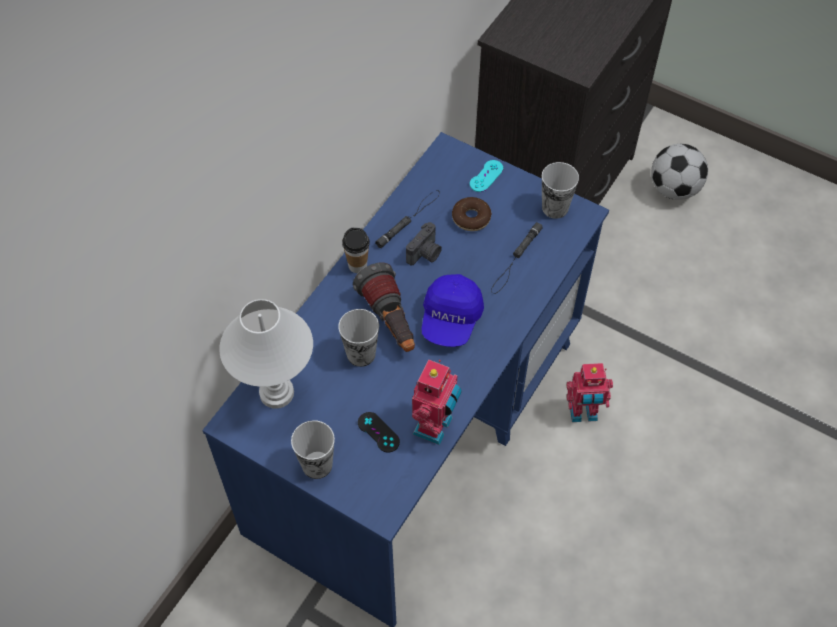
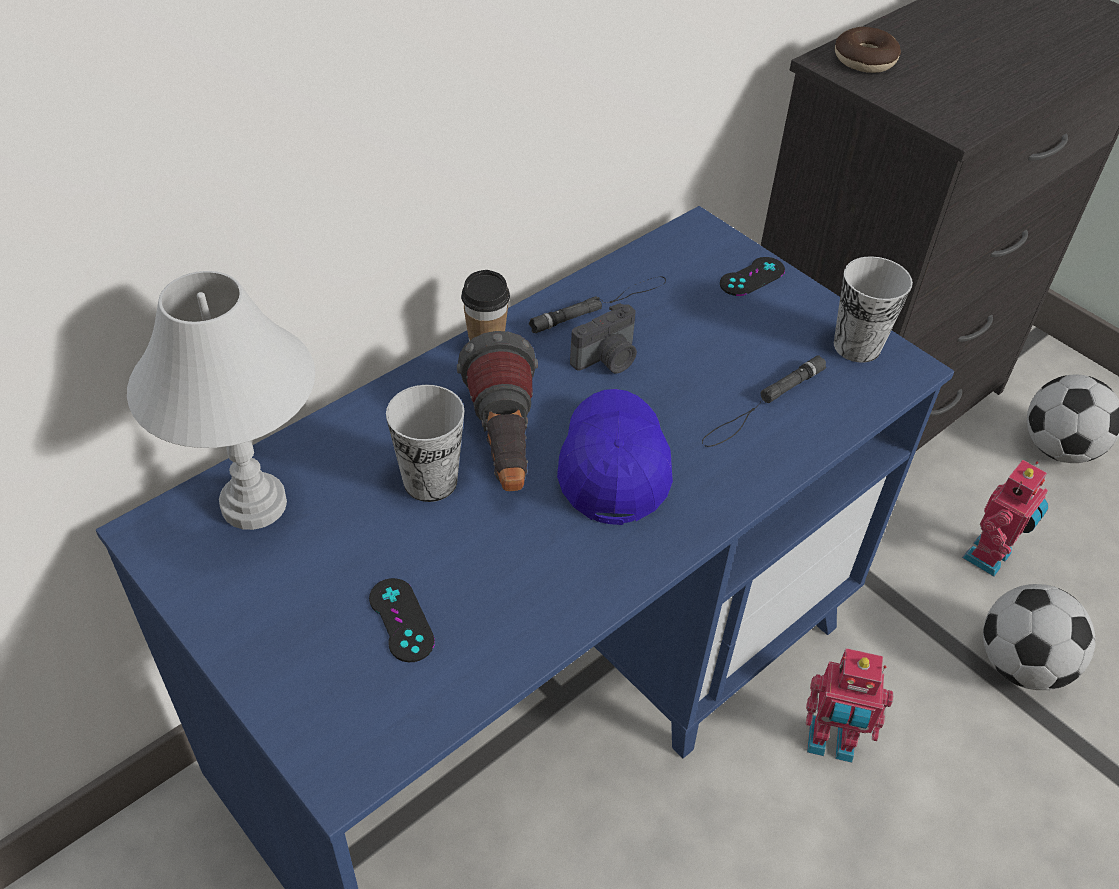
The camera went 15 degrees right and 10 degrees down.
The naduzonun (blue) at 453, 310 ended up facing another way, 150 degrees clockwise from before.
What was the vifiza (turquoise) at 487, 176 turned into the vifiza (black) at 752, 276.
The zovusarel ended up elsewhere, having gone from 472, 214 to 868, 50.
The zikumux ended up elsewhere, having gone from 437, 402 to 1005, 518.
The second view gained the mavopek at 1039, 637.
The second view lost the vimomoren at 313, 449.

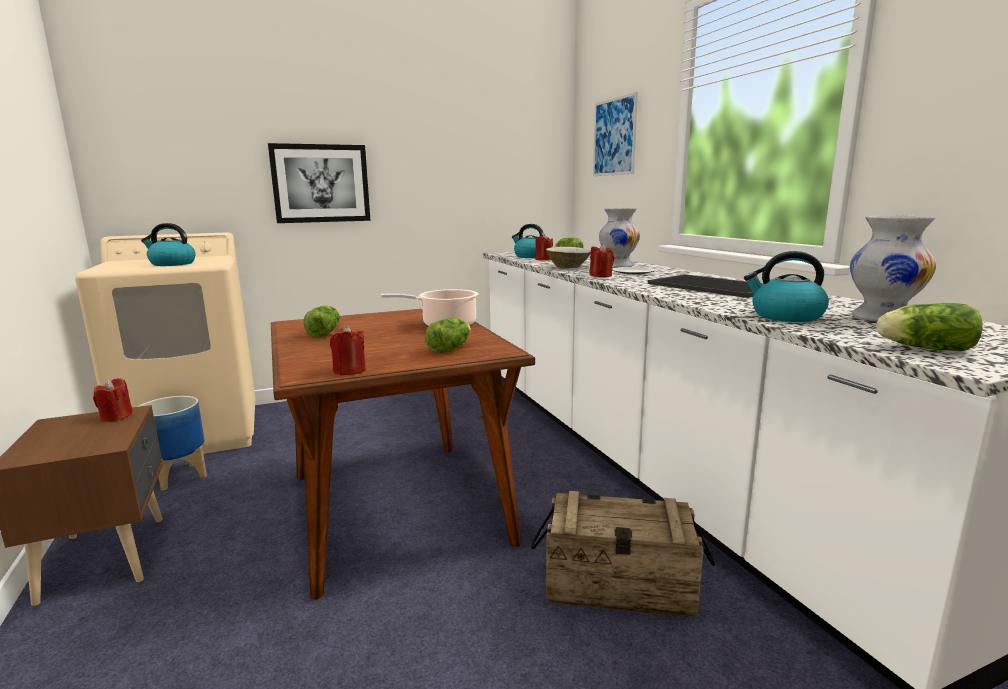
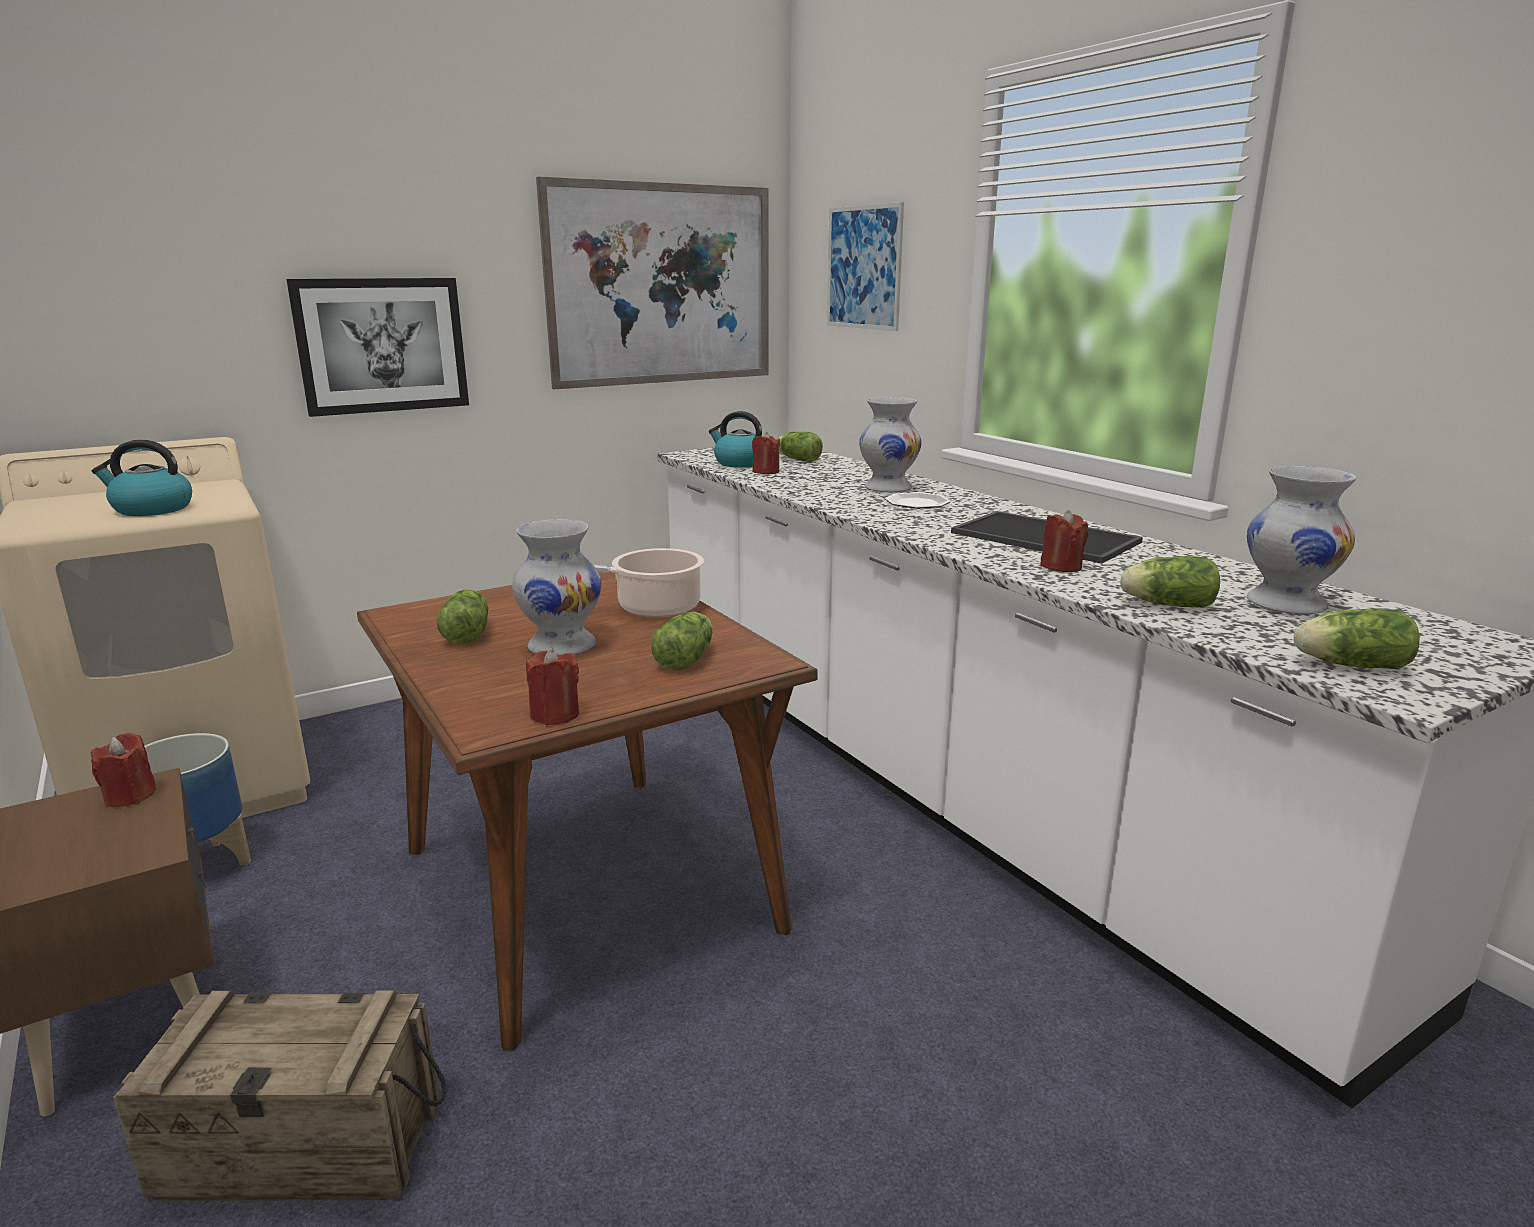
The camera went 10 degrees left and 5 degrees up.
The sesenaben ended up elsewhere, having gone from 623, 554 to 280, 1095.
The second view gained the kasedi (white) at 557, 587.
The second view gained the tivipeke at 652, 283.
The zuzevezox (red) ended up elsewhere, having gone from 601, 260 to 1064, 541.
Where the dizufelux stood at 786, 286, the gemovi came to stand at 1170, 582.
The second view lost the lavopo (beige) at 568, 257.

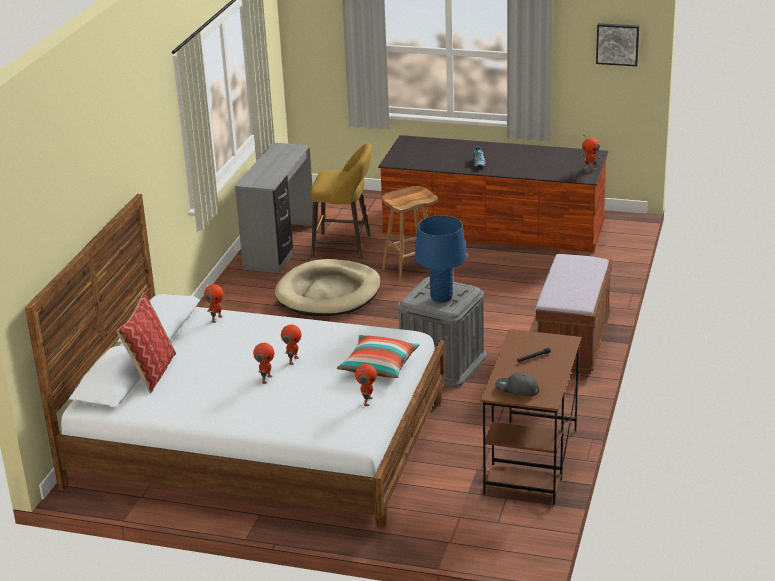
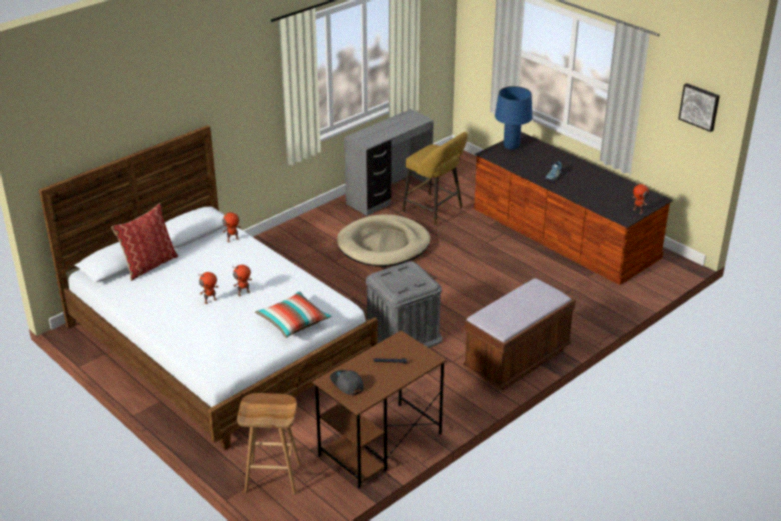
The camera went 30 degrees right and 5 degrees up.
The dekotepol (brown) ended up elsewhere, having gone from 410, 235 to 269, 443.
The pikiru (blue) ended up elsewhere, having gone from 441, 258 to 513, 118.
The second view lost the zikumux at 366, 385.

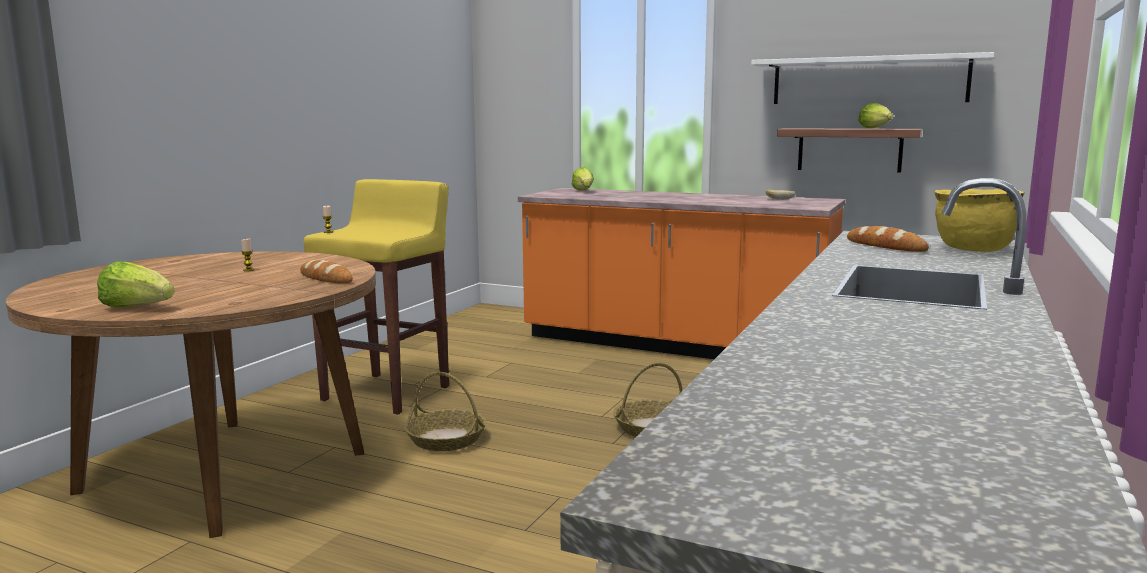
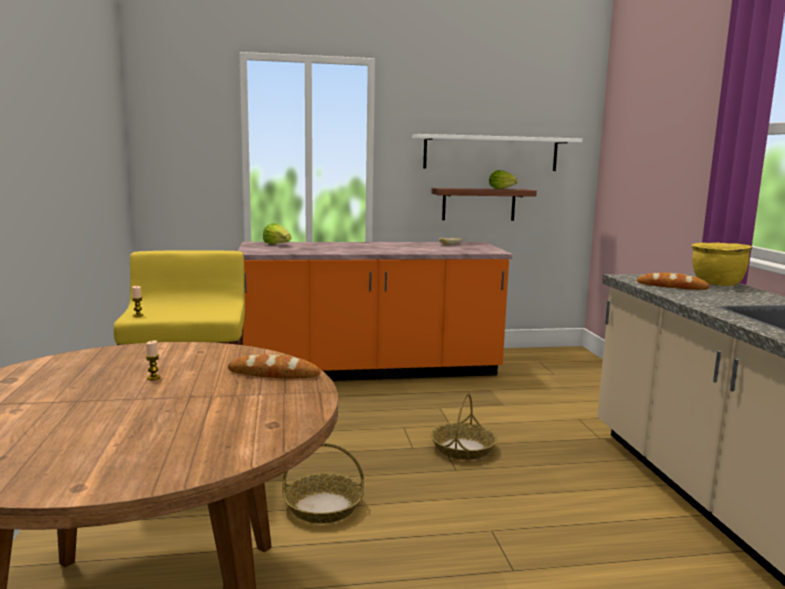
The camera went 35 degrees left and 0 degrees up.
The second view lost the gemovi at 136, 284.

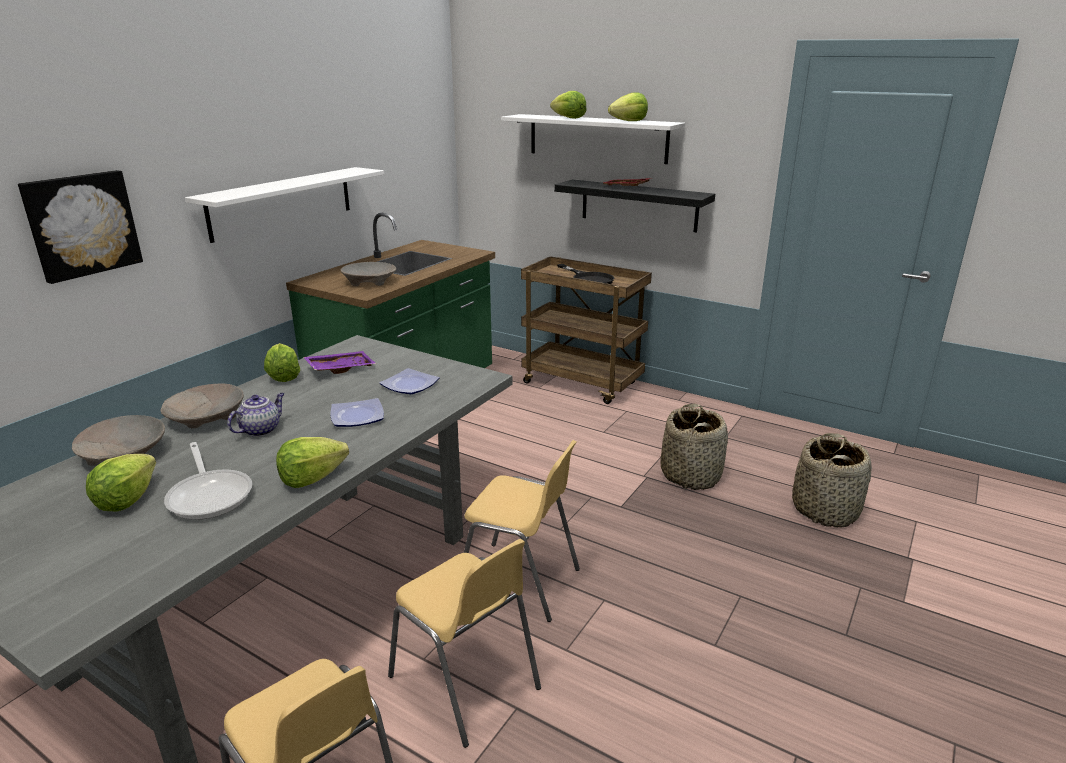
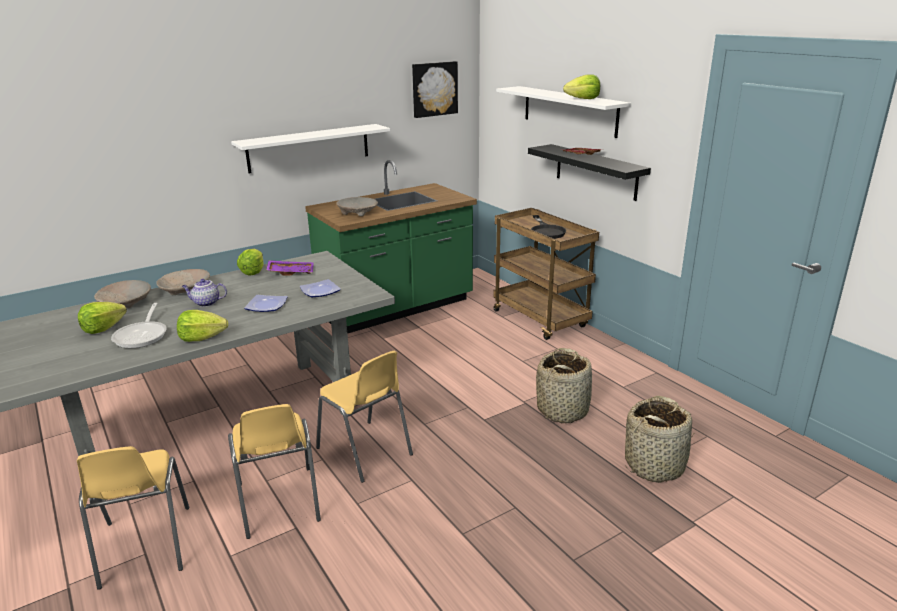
The camera went 25 degrees right and 0 degrees up.
The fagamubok at 255, 415 ended up facing another way, 150 degrees counterclockwise from before.
The tivipeke ended up elsewhere, having gone from 80, 227 to 435, 89.
The second view lost the gemovi at 568, 105.

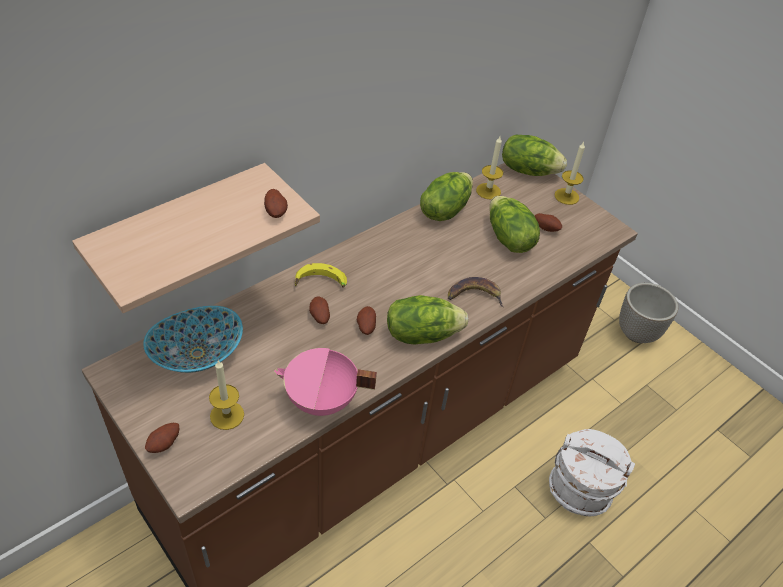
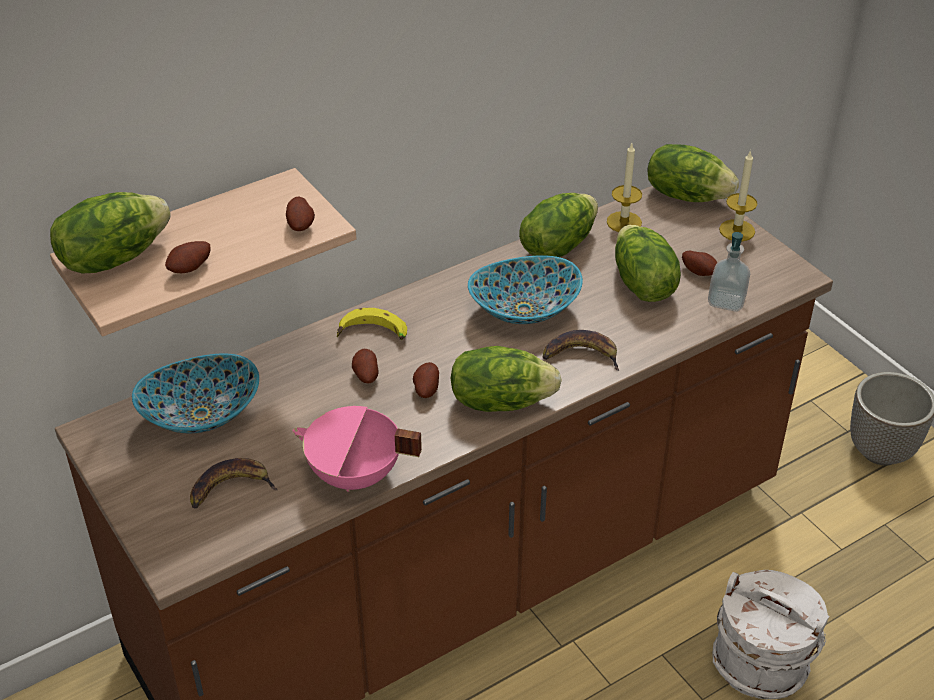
The camera went 10 degrees right and 5 degrees down.
The second view gained the gemovi at 110, 233.
The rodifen ended up elsewhere, having gone from 162, 438 to 187, 257.
Where the zuzevezox stood at 226, 395, the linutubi came to stand at 234, 483.
The second view gained the lavopo at 525, 289.
The second view gained the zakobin at 729, 271.

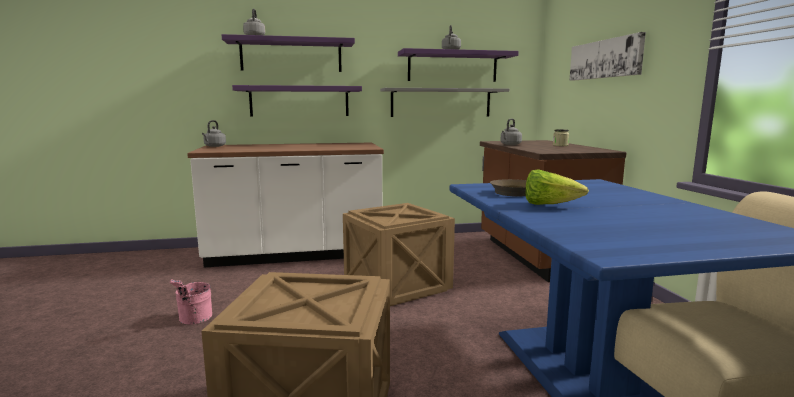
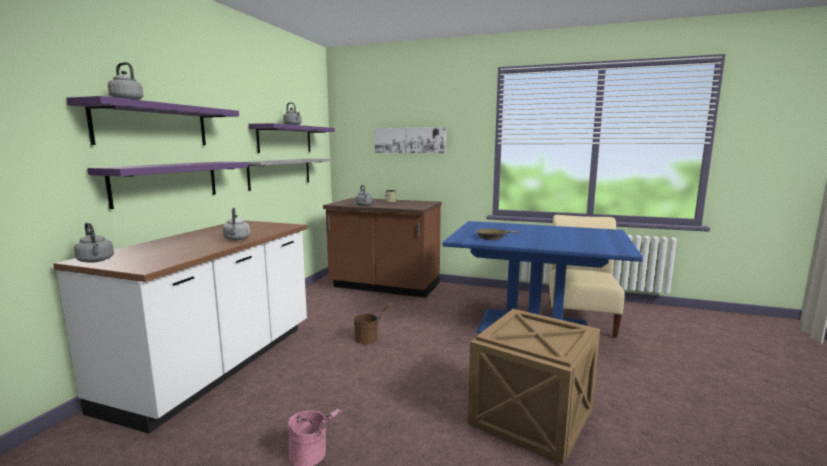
The camera went 60 degrees left and 0 degrees up.
The second view gained the dizufelux (grey) at 236, 224.
Where the sesenaben stood at 399, 254, the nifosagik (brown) came to stand at 373, 324.
The second view lost the gemovi at 557, 187.

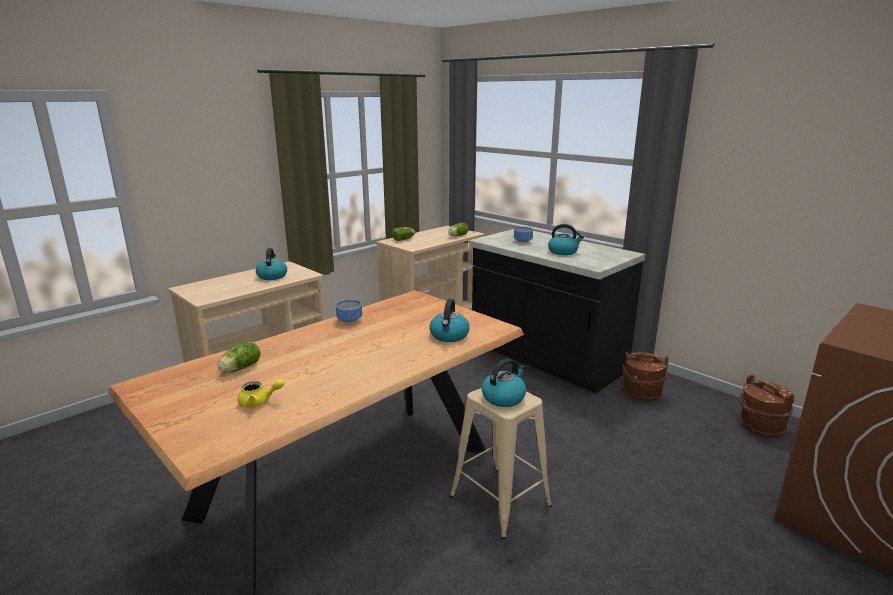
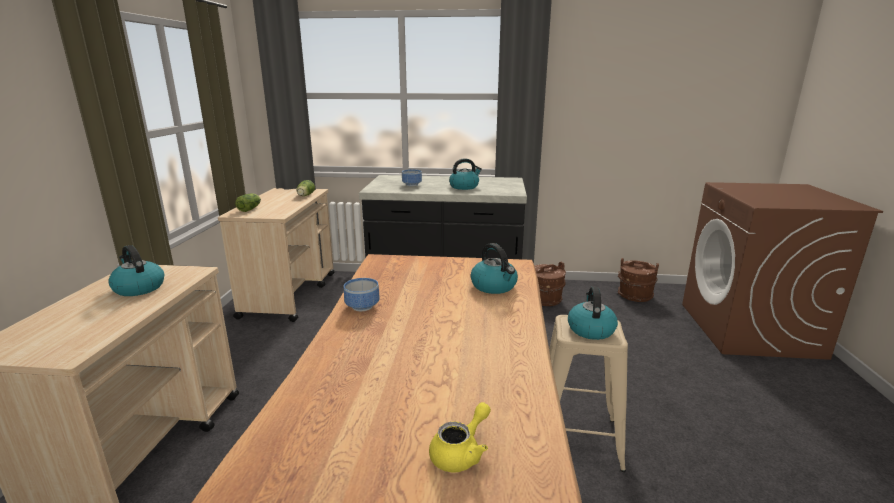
The camera went 40 degrees left and 0 degrees up.
The second view lost the gemovi at 238, 357.

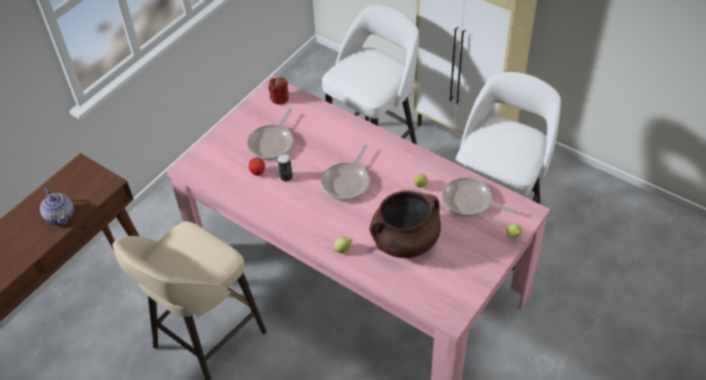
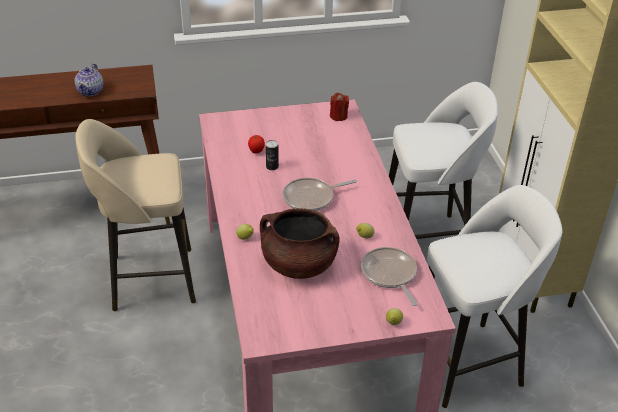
The camera went 40 degrees right and 10 degrees down.
The second view lost the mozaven at 270, 134.

